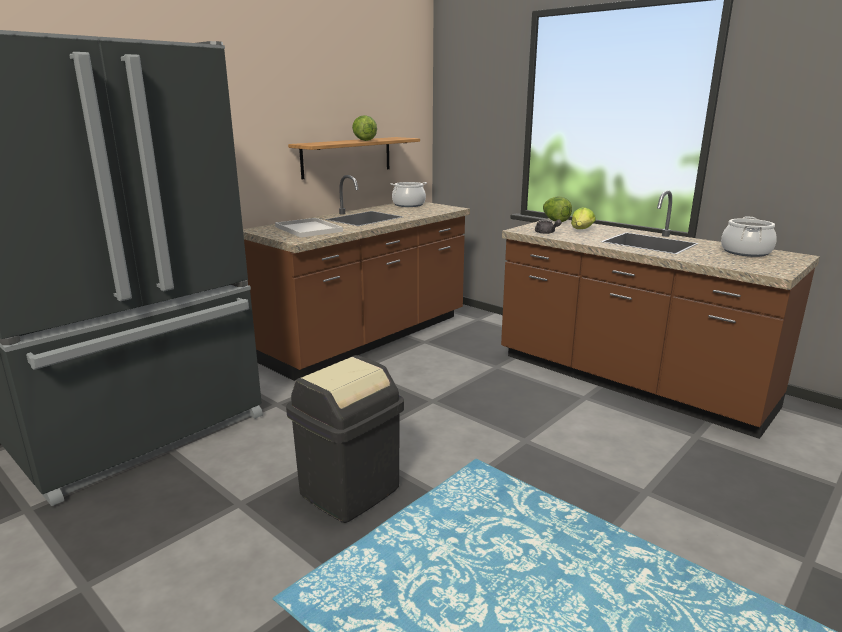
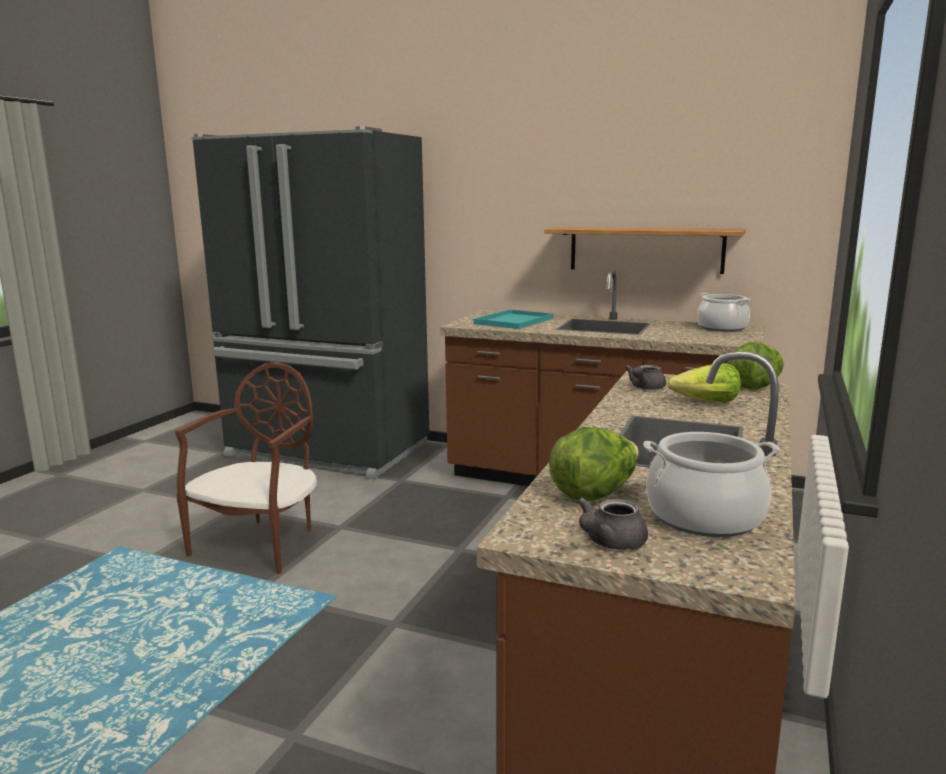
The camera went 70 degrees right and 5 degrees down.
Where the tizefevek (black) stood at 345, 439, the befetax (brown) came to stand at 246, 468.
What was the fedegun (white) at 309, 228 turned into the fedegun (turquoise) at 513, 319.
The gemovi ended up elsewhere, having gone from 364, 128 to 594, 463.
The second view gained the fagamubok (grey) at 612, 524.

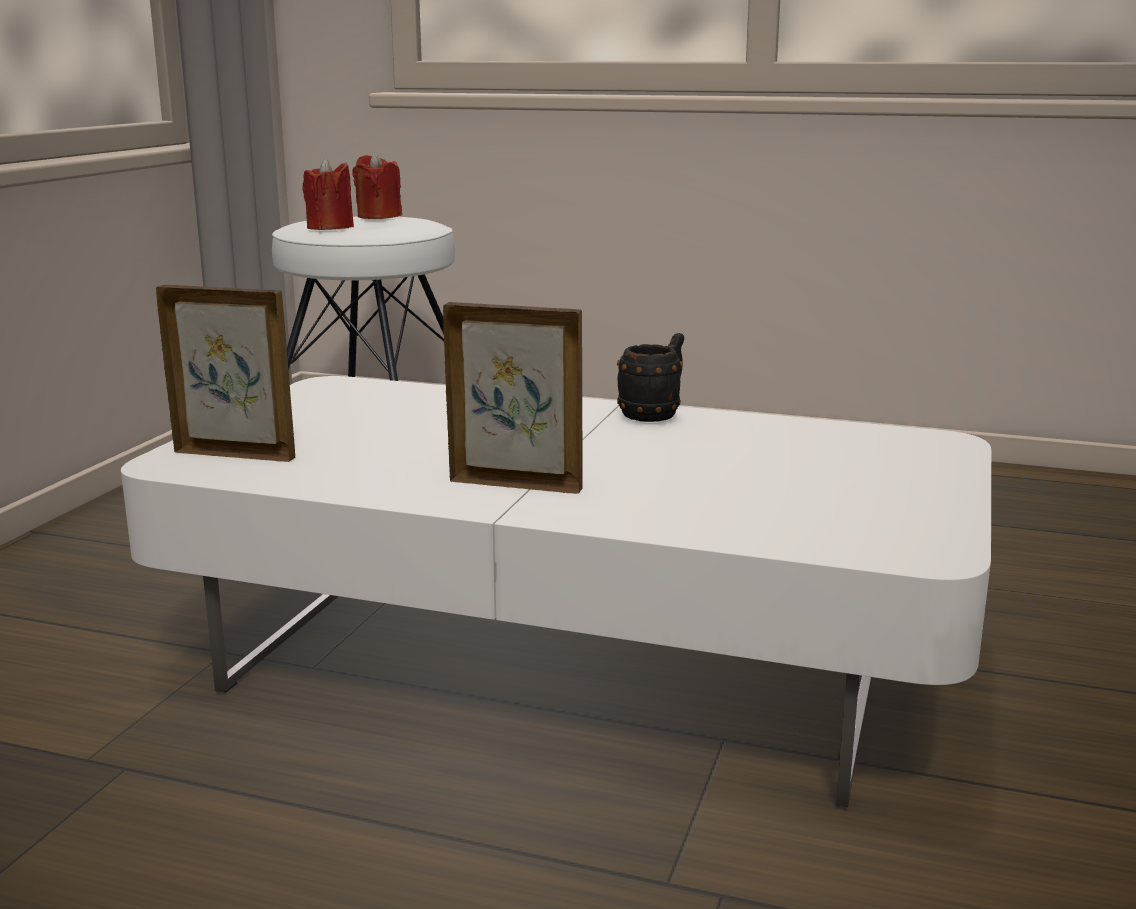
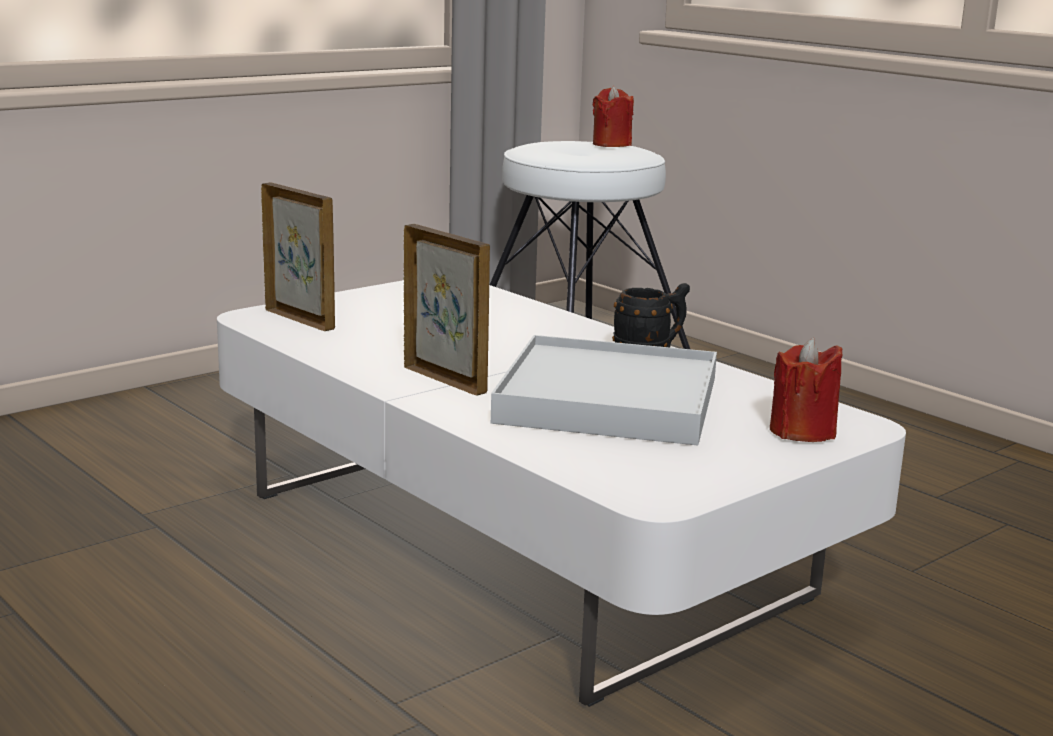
The camera went 30 degrees right and 0 degrees up.
The second view gained the fedegun (white) at 604, 390.
The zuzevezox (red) ended up elsewhere, having gone from 328, 194 to 806, 390.

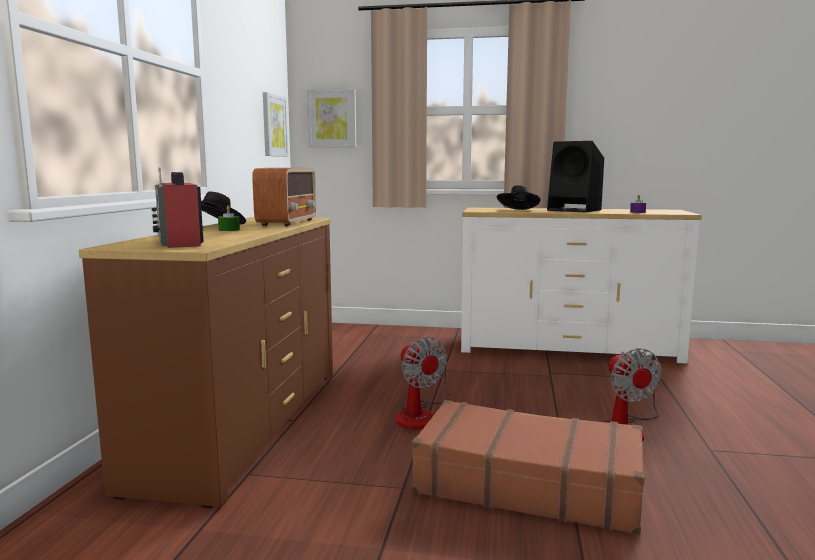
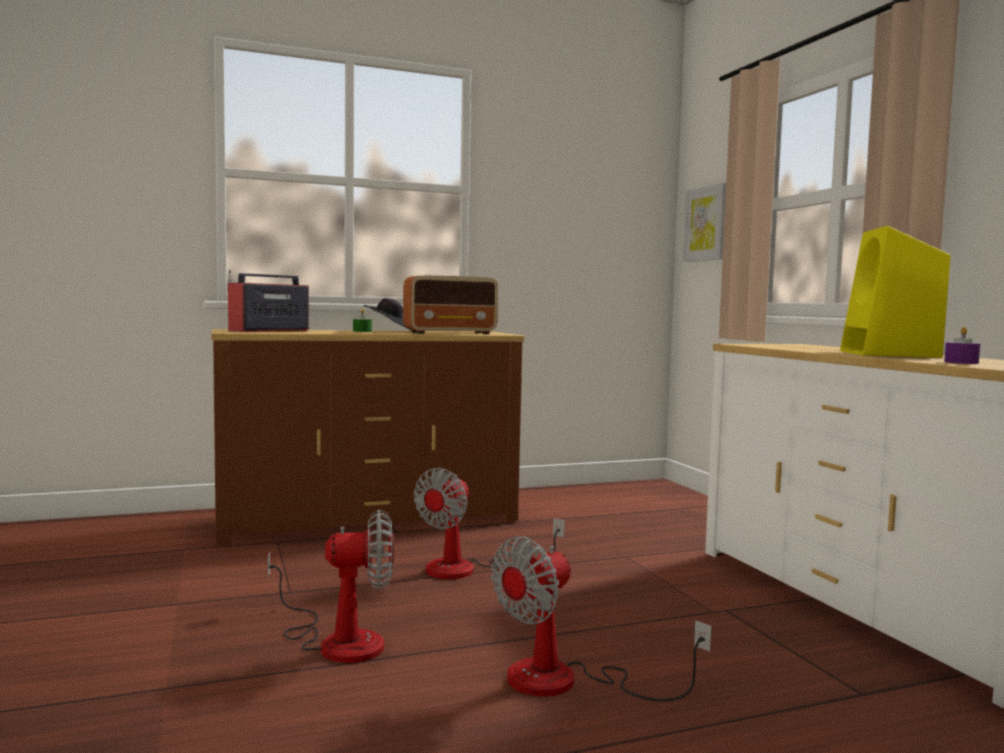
The camera went 60 degrees right and 5 degrees down.
Where the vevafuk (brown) stood at 528, 467, the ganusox came to stand at 331, 586.
What was the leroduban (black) at 575, 177 turned into the leroduban (yellow) at 895, 292.
The second view lost the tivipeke at 275, 124.
The second view lost the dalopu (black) at 518, 197.

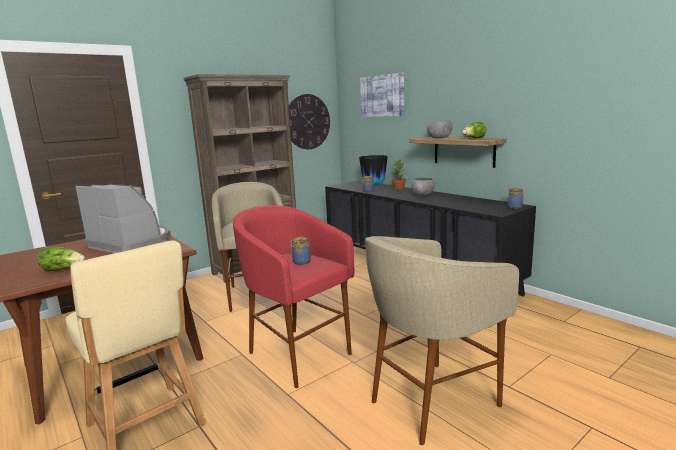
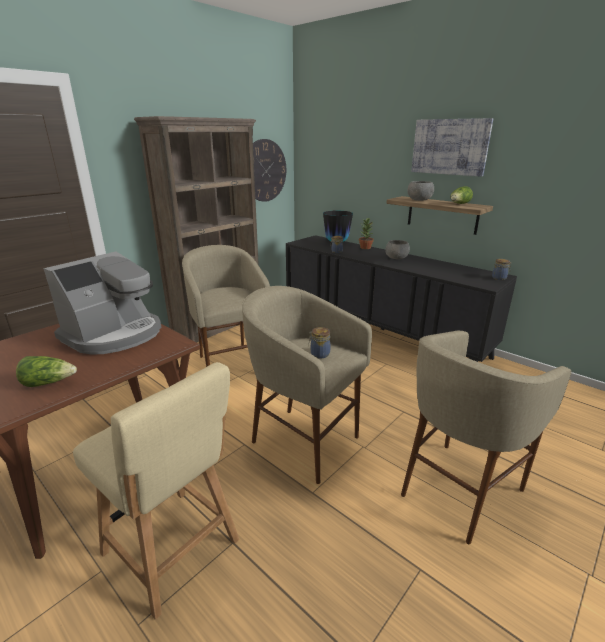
The camera went 10 degrees left and 10 degrees up.
The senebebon at 123, 218 ended up facing another way, 105 degrees clockwise from before.
What was the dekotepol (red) at 293, 296 turned into the dekotepol (beige) at 307, 385.
The tivipeke ended up elsewhere, having gone from 382, 94 to 452, 147.

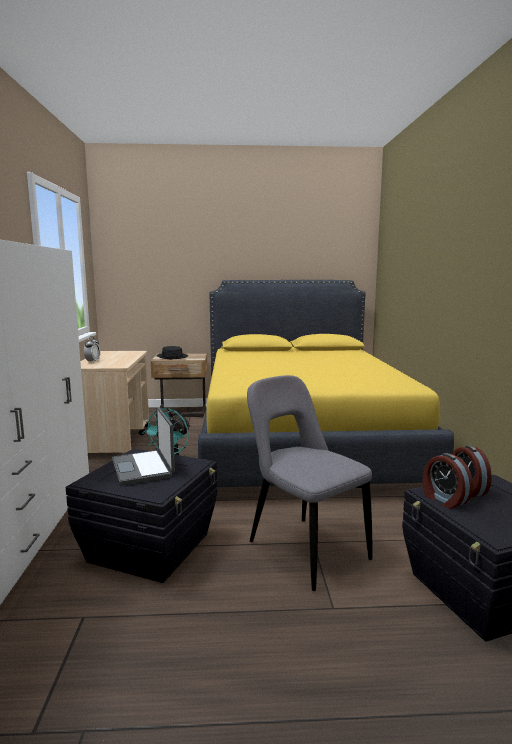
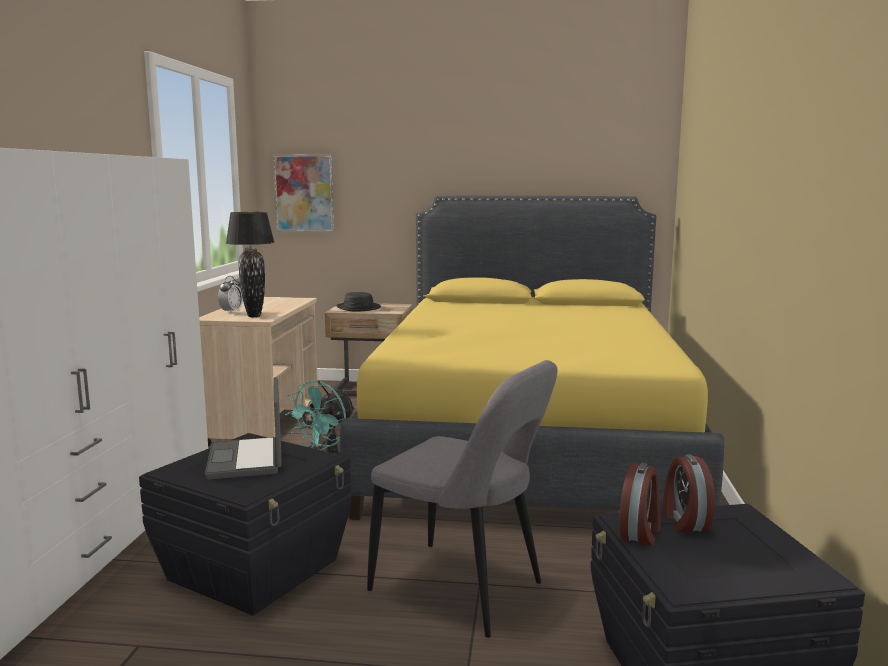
The camera went 10 degrees right and 0 degrees up.
The second view gained the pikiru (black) at 250, 264.
The second view gained the tivipeke at 304, 193.
The befetax (grey) at 309, 483 ended up facing another way, 150 degrees clockwise from before.
The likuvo at 448, 481 ended up facing another way, 135 degrees counterclockwise from before.

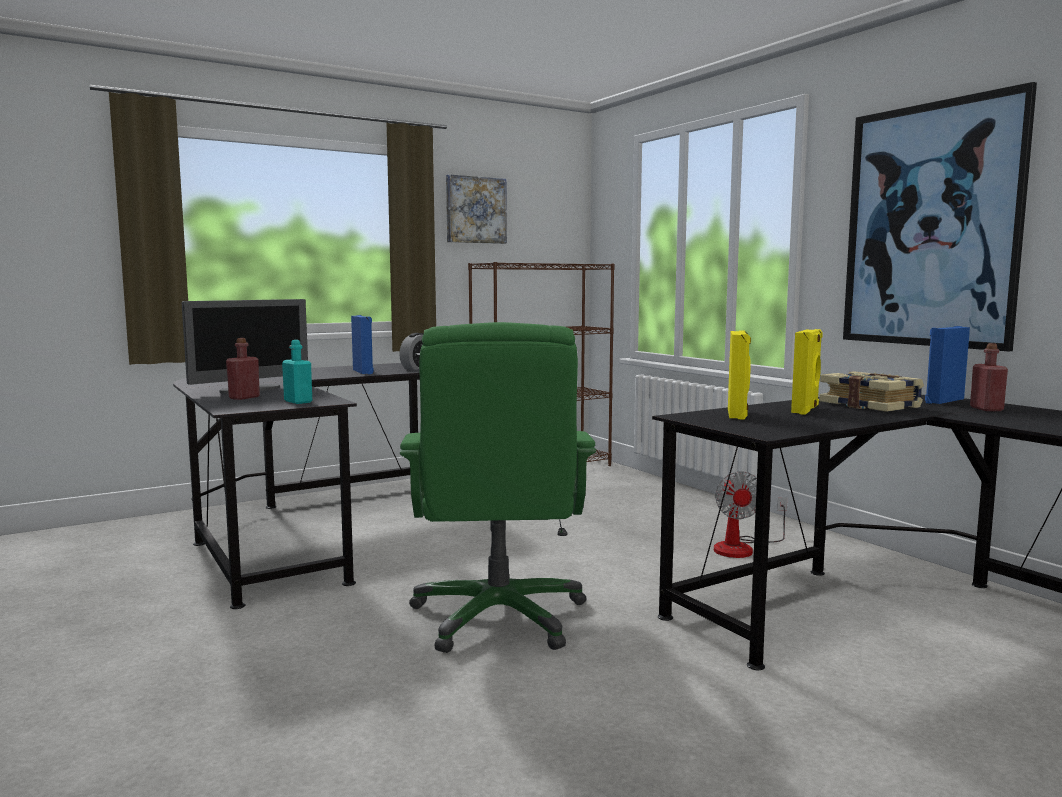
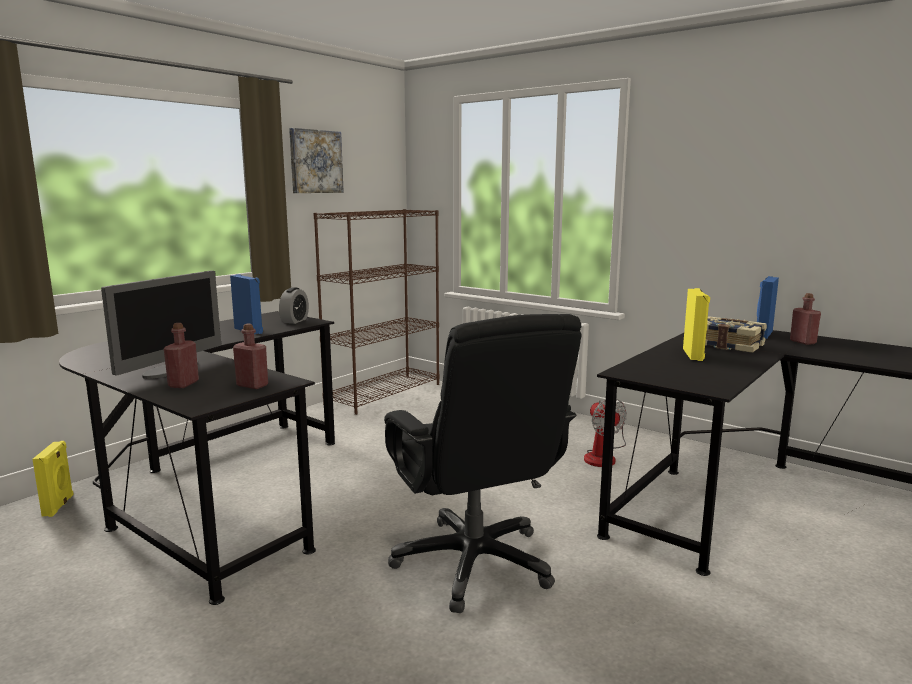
The camera went 20 degrees left and 5 degrees up.
The leroduban (yellow) ended up elsewhere, having gone from 739, 374 to 53, 479.
What was the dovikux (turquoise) at 297, 372 turned into the dovikux (red) at 250, 356.
What was the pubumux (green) at 498, 487 turned into the pubumux (black) at 483, 463.
The second view lost the tivipeke at 940, 216.

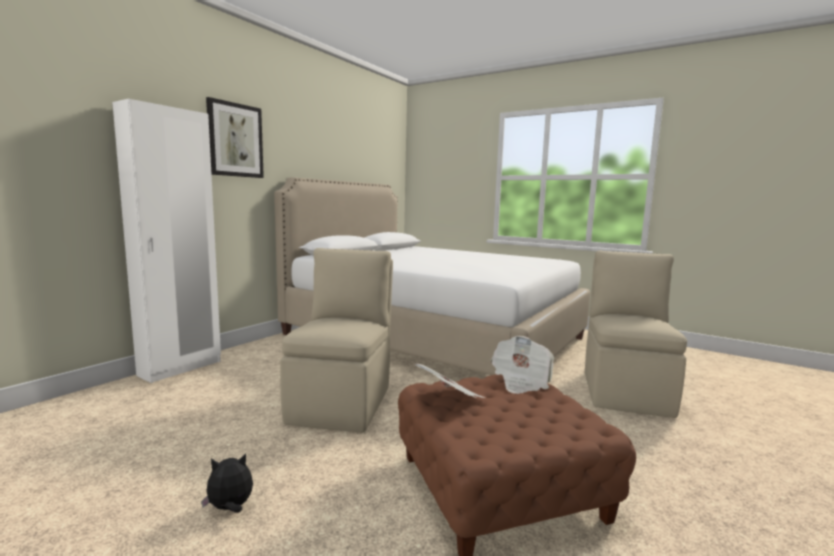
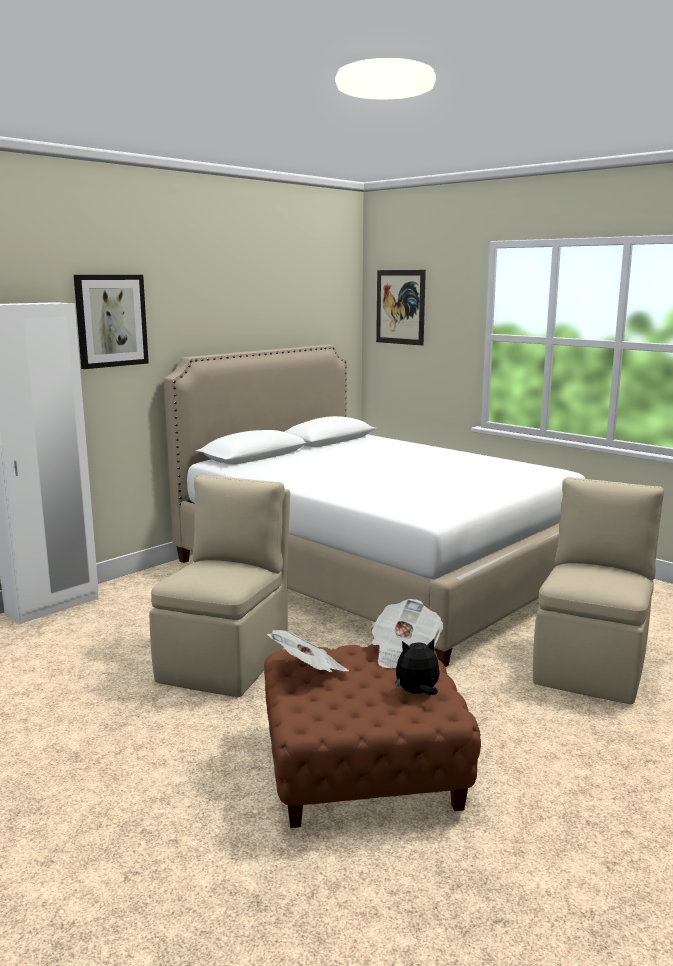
The camera went 10 degrees right and 5 degrees up.
The second view gained the tivipeke at 401, 308.
The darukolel ended up elsewhere, having gone from 227, 483 to 418, 667.

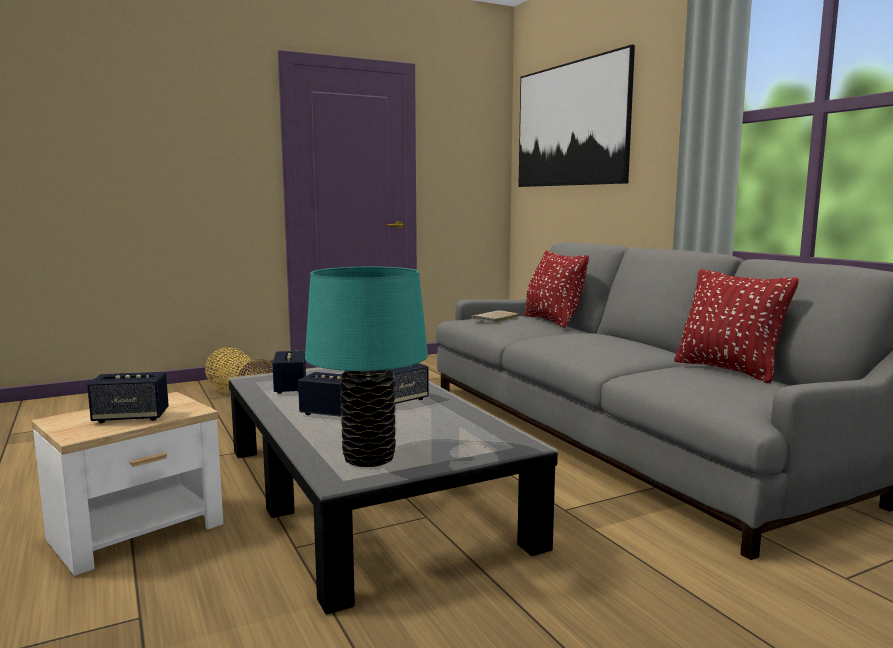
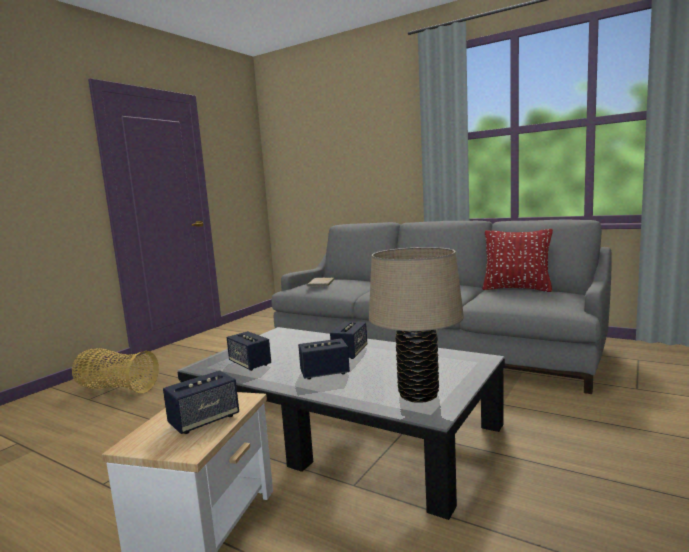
The camera went 30 degrees left and 0 degrees up.
What was the pikiru (turquoise) at 366, 367 turned into the pikiru (beige) at 416, 325.
The second view lost the tivipeke at 576, 116.
The second view lost the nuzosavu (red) at 556, 289.

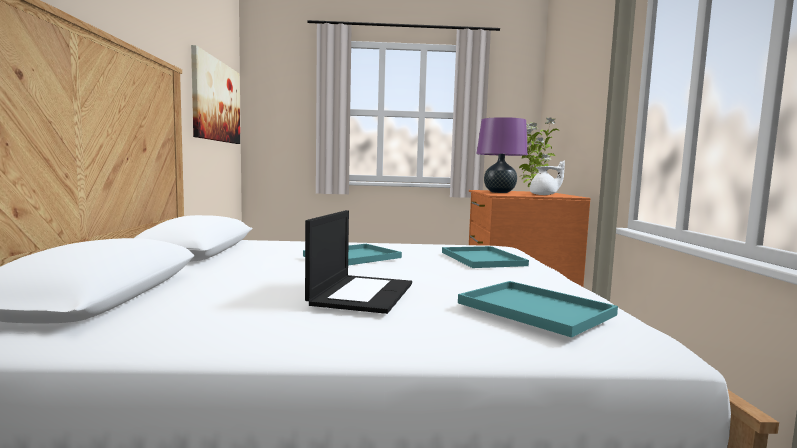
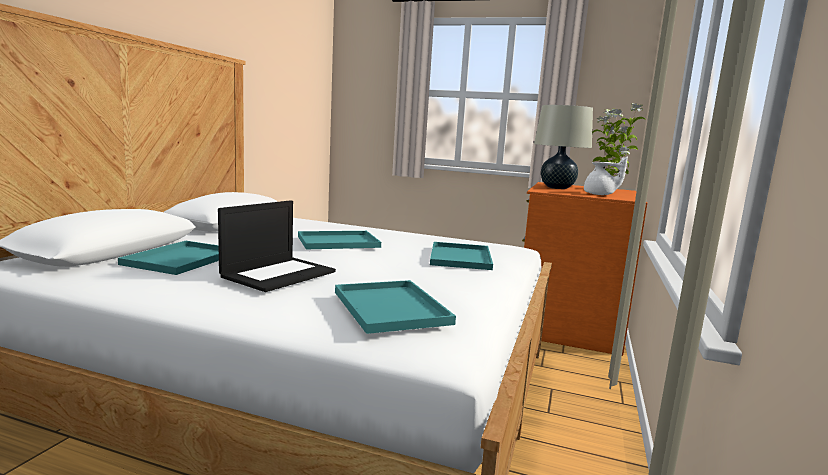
The camera went 20 degrees right and 5 degrees up.
The second view gained the fedegun (turquoise) at 168, 258.
What was the pikiru (purple) at 502, 155 turned into the pikiru (beige) at 563, 147.
The second view lost the tivipeke at 215, 94.

